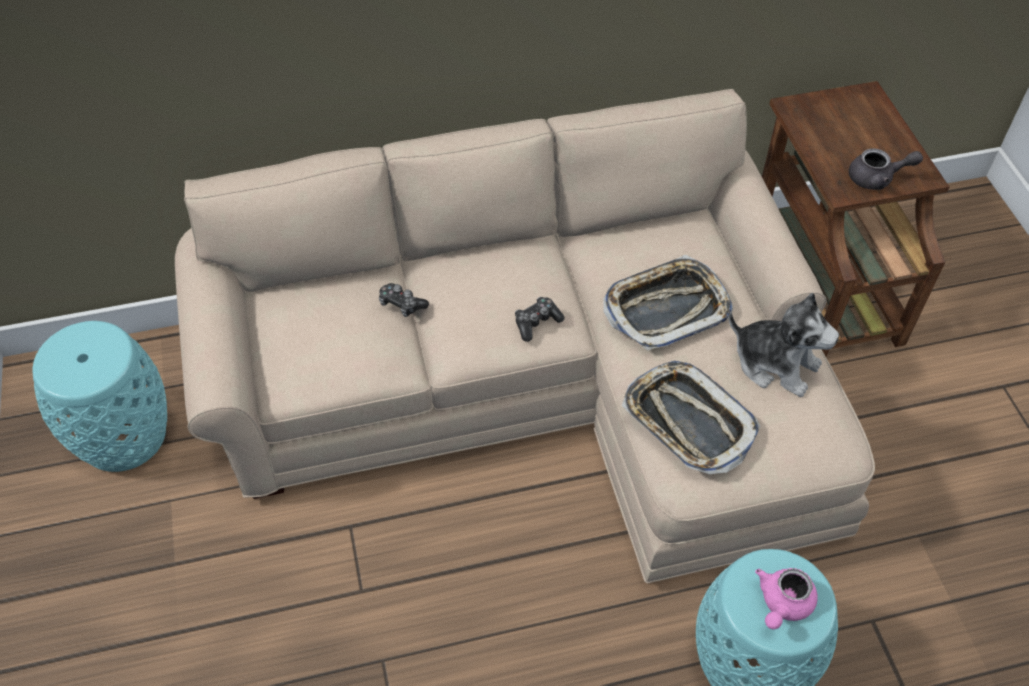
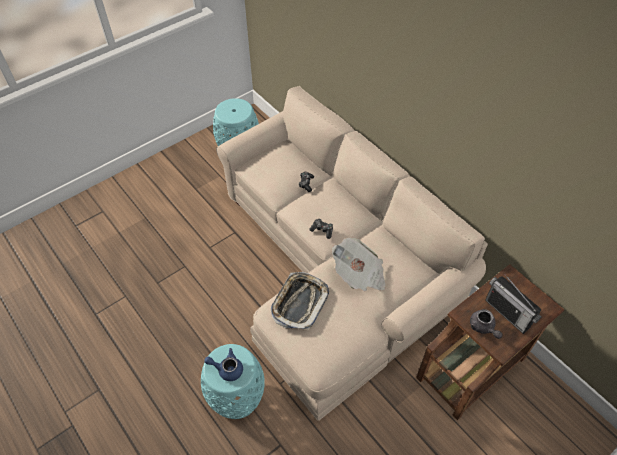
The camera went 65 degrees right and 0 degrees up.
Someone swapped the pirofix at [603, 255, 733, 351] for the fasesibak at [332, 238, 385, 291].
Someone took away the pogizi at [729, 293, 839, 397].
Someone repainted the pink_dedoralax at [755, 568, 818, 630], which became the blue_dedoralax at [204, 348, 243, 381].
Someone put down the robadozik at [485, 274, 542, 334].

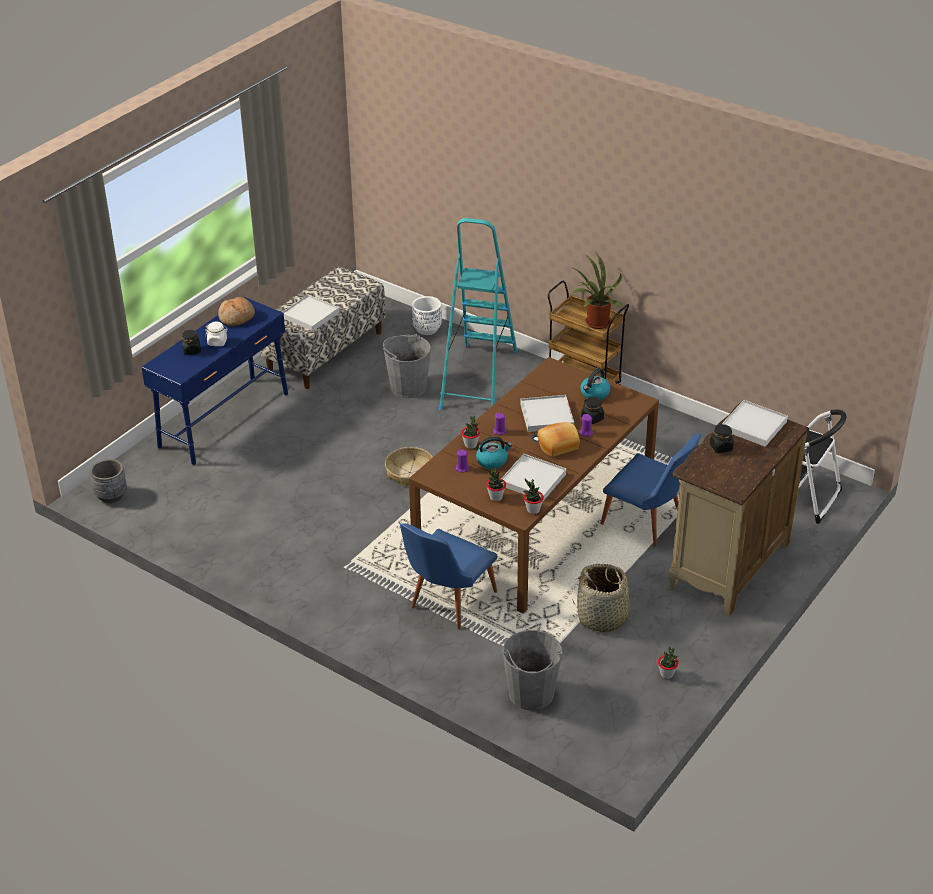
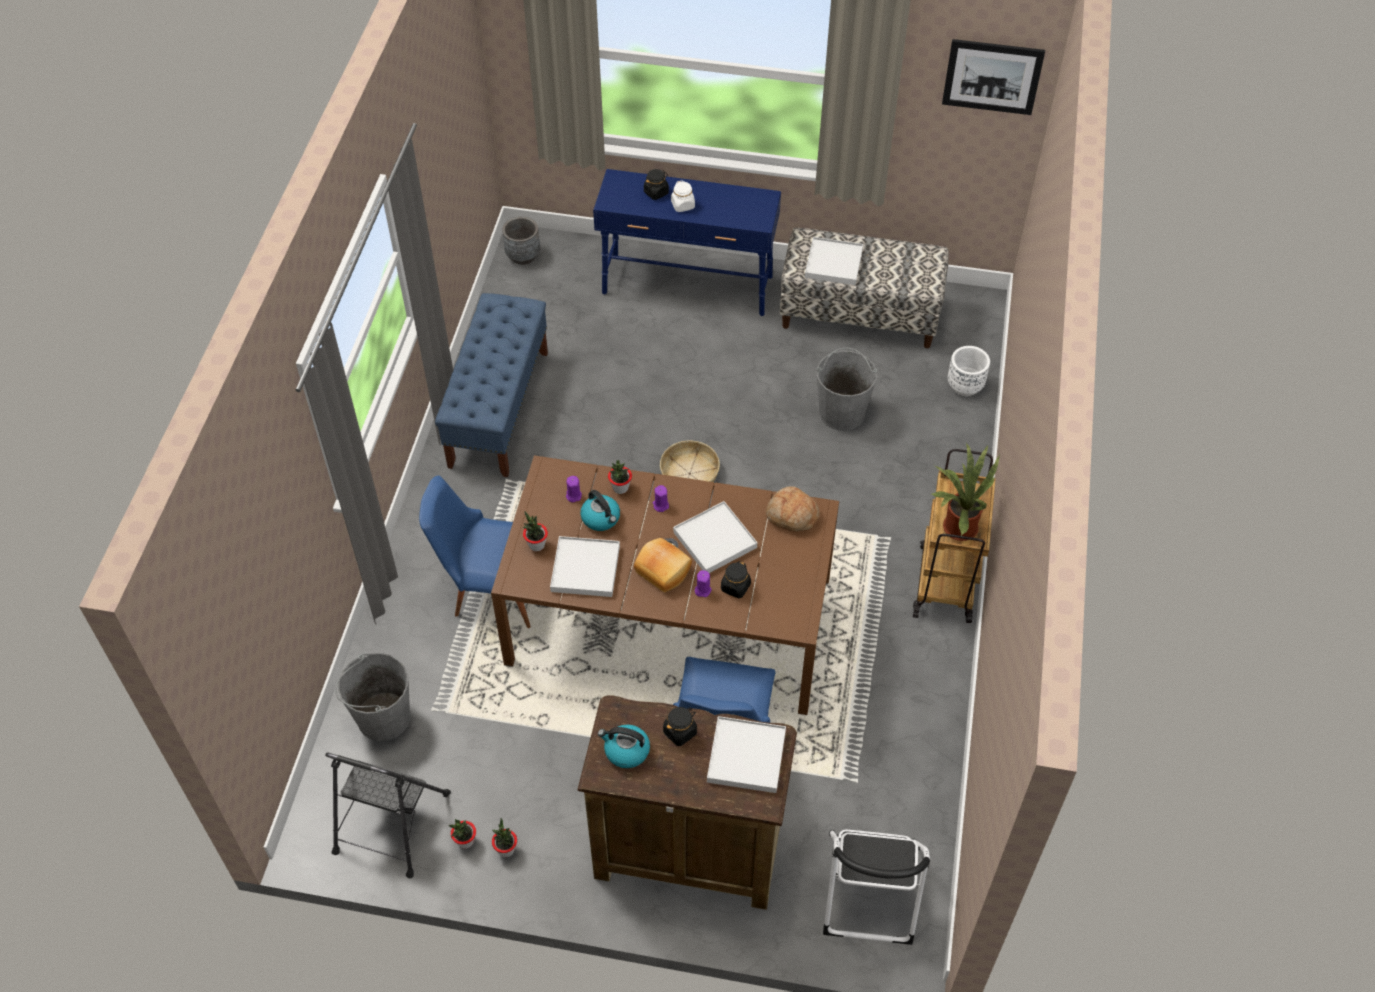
The camera went 65 degrees right and 15 degrees up.
Someone took away the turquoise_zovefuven at [439, 218, 517, 410].
Someone carried the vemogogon from [218, 297, 255, 326] to [766, 486, 819, 532].
Someone carried the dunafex from [580, 368, 610, 400] to [598, 725, 650, 768].
Someone carried the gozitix from [524, 479, 544, 514] to [492, 818, 517, 857].
Someone took away the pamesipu at [572, 564, 639, 632].
Someone put up the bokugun at [942, 39, 1045, 115].
Someone put down the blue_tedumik at [435, 293, 548, 477].
Someone put down the black_zovefuven at [325, 753, 451, 878].

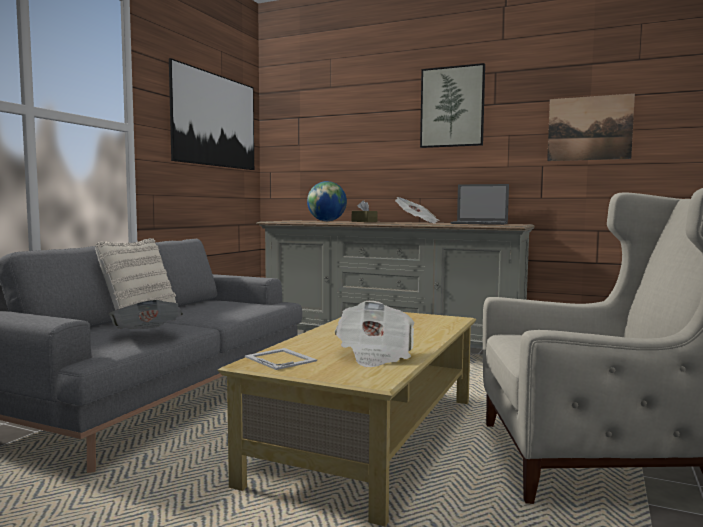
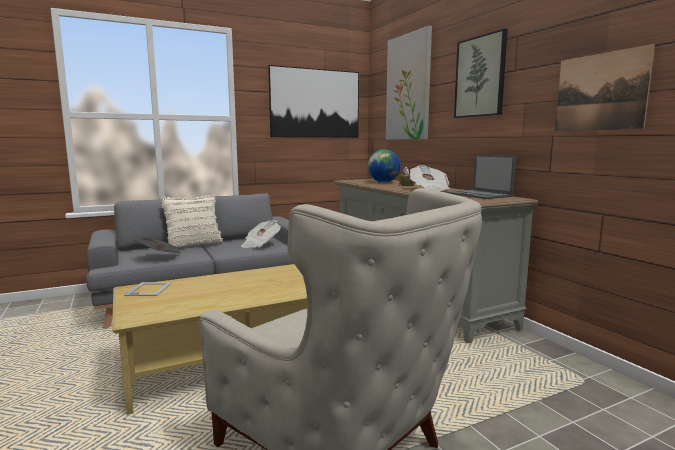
The camera went 40 degrees right and 5 degrees up.
Someone carried the fasesibak from [335, 301, 414, 367] to [241, 220, 281, 248].
Someone put up the bokugun at [386, 26, 432, 140].

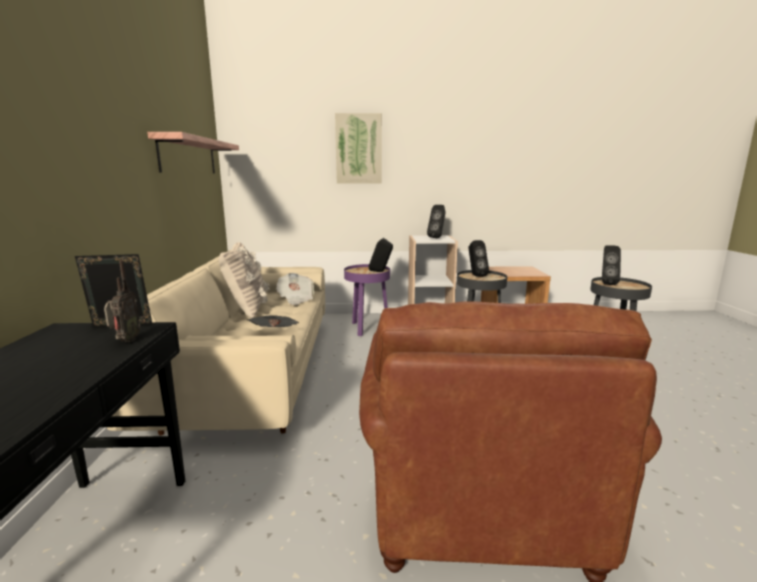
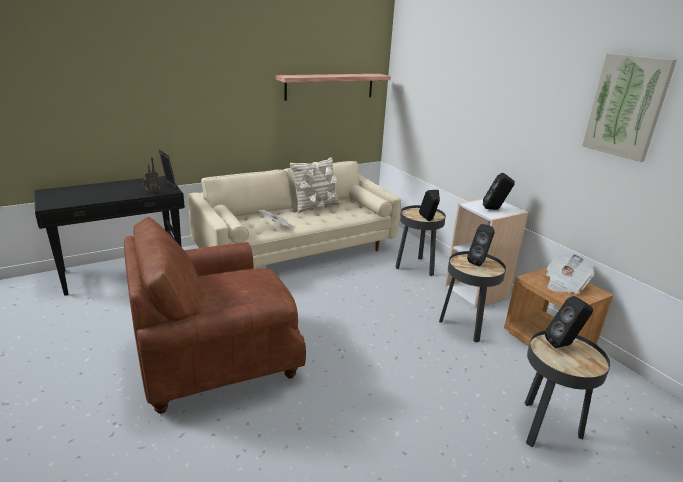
The camera went 60 degrees right and 10 degrees up.
Someone carried the bokugun from [335, 113, 382, 184] to [582, 53, 677, 162].
Someone repainted the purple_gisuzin at [344, 264, 390, 336], which became the black_gisuzin at [395, 205, 446, 276].
Someone carried the fasesibak from [276, 273, 314, 305] to [546, 254, 594, 294].

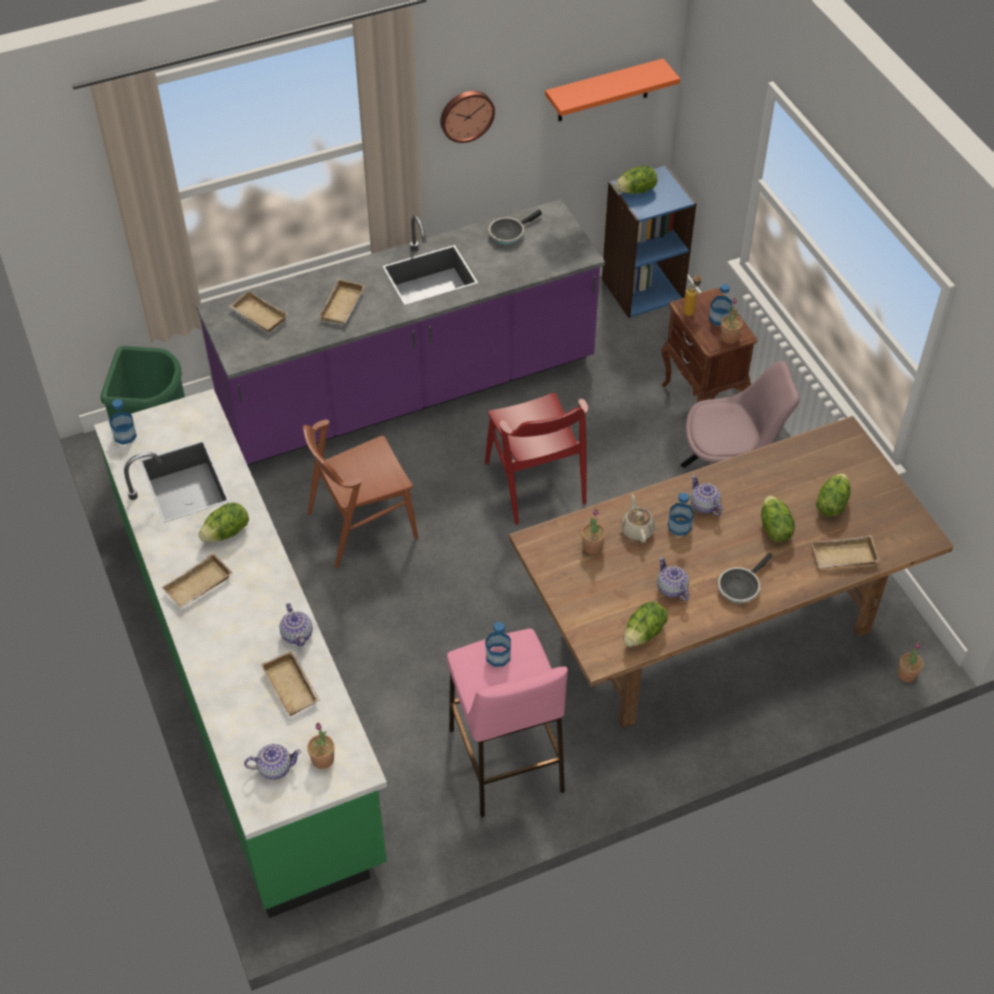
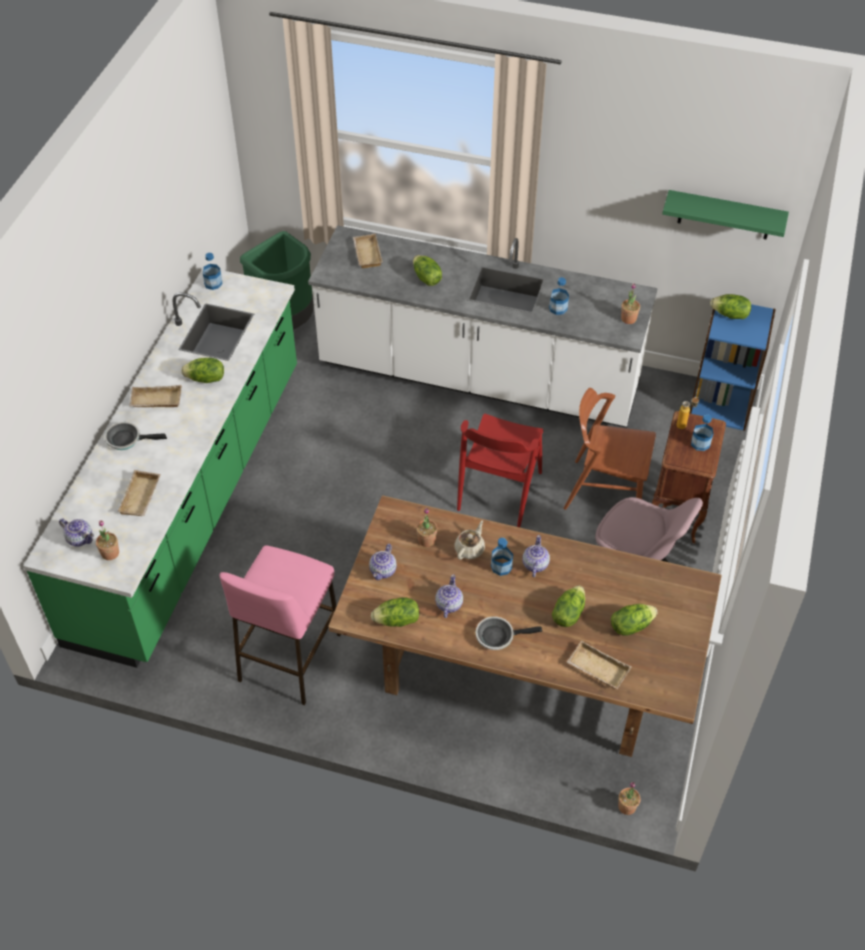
The camera went 40 degrees right and 0 degrees up.
Someone repainted the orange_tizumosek at [545, 58, 680, 121], which became the green_tizumosek at [662, 190, 789, 239].
Someone took away the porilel at [440, 91, 495, 143].
Someone repainted the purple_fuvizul at [196, 199, 605, 465], which became the white_fuvizul at [308, 225, 658, 428].
Someone carried the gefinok from [489, 210, 542, 245] to [105, 422, 167, 450].
Someone swapped the beige_pirofix at [319, 279, 365, 324] for the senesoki at [413, 255, 442, 286].
Someone carried the gozitix from [721, 298, 743, 344] to [621, 283, 640, 324].
Someone carried the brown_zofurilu from [303, 420, 418, 568] to [563, 388, 656, 510].
Someone carried the dedoralax from [279, 603, 313, 647] to [369, 544, 397, 580].
Someone carried the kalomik from [485, 622, 511, 667] to [549, 277, 569, 315].

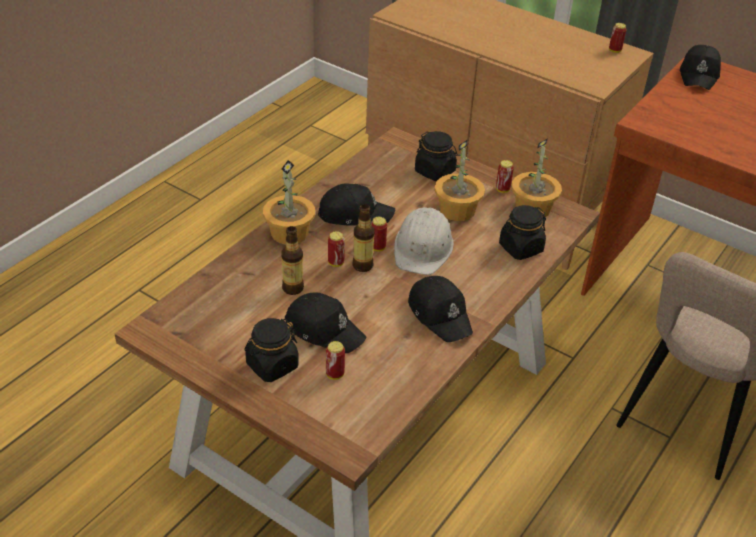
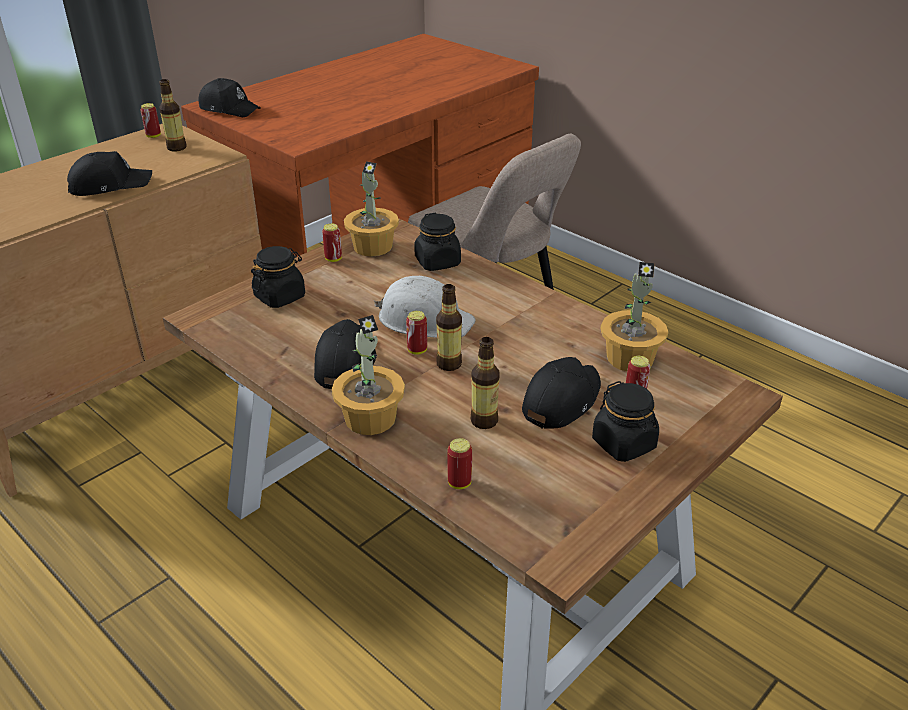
The camera went 80 degrees left and 5 degrees down.
Someone carried the gozitix from [434, 139, 485, 221] to [600, 262, 668, 371].
Someone carried the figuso from [328, 231, 345, 267] to [447, 438, 472, 489].
Someone carried the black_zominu from [408, 276, 473, 342] to [67, 151, 152, 196].
Someone put down the kalomik at [159, 79, 187, 151].

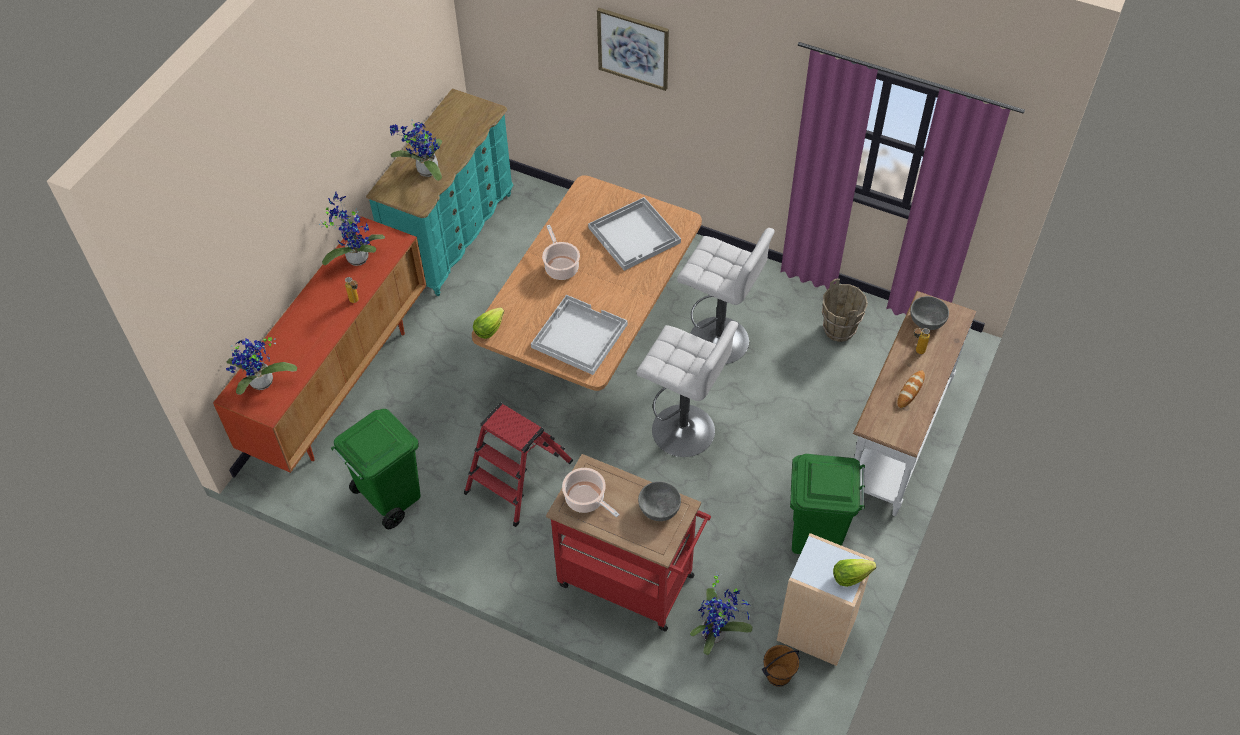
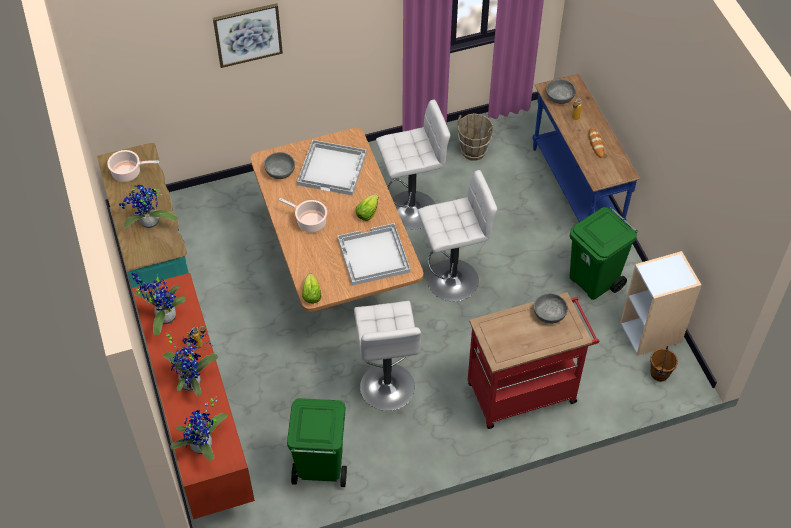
The camera went 45 degrees left and 0 degrees up.
Someone repainted the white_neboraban at [853, 291, 976, 516], which became the blue_neboraban at [533, 74, 640, 223].
Someone swapped the red_zovefuven at [464, 402, 573, 527] for the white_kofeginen at [354, 301, 421, 411].
Someone carried the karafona from [562, 468, 619, 518] to [107, 150, 159, 182].
Someone carried the senesoki from [833, 559, 876, 587] to [355, 194, 378, 221].
Someone carried the gozitix from [690, 571, 753, 655] to [164, 330, 218, 396].
Someone put down the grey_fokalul at [264, 152, 295, 179].

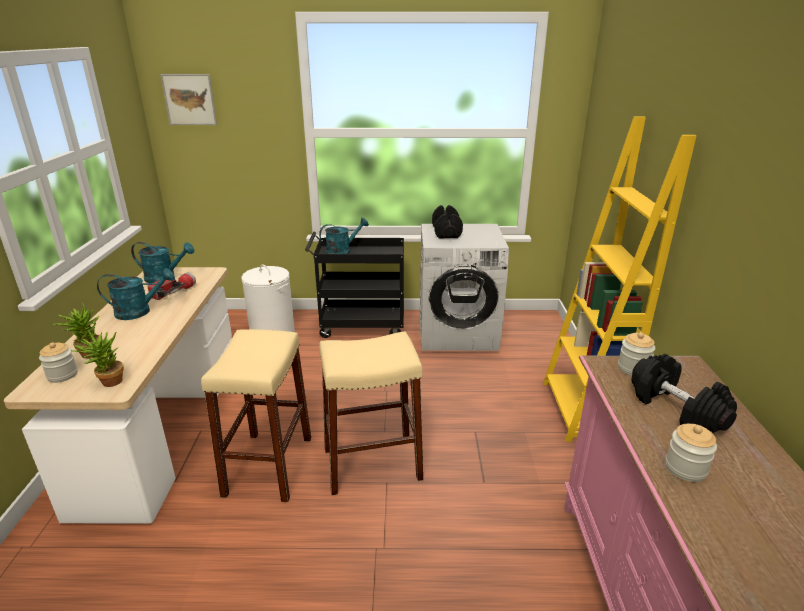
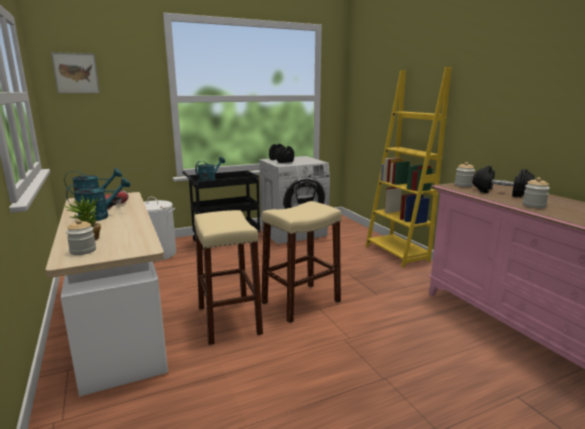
The camera went 25 degrees left and 10 degrees down.
Someone took away the gozitix at [71, 330, 124, 387].

